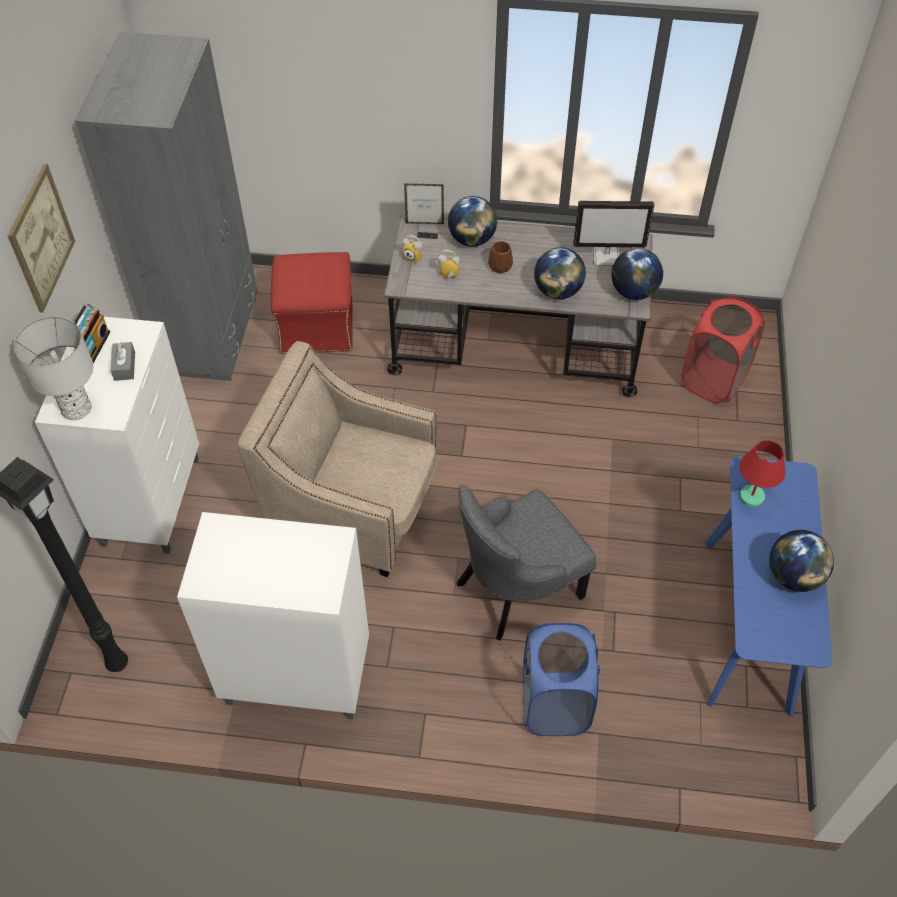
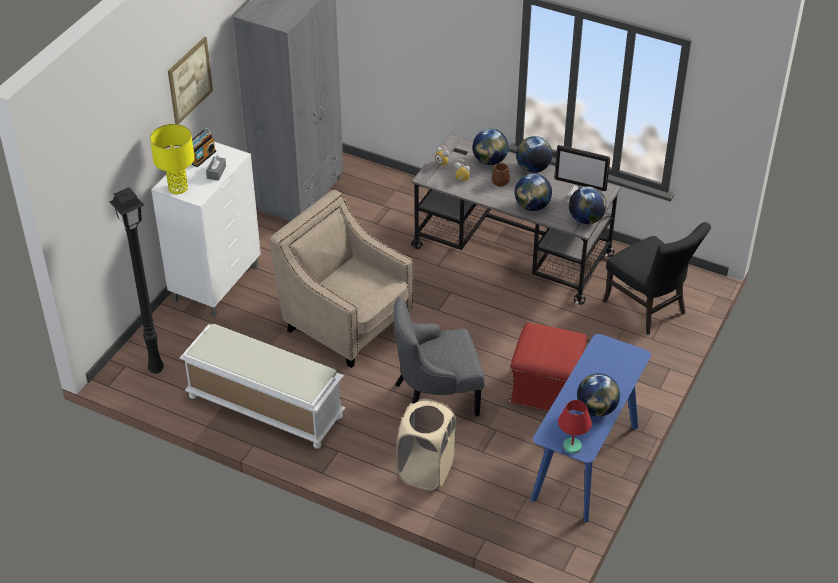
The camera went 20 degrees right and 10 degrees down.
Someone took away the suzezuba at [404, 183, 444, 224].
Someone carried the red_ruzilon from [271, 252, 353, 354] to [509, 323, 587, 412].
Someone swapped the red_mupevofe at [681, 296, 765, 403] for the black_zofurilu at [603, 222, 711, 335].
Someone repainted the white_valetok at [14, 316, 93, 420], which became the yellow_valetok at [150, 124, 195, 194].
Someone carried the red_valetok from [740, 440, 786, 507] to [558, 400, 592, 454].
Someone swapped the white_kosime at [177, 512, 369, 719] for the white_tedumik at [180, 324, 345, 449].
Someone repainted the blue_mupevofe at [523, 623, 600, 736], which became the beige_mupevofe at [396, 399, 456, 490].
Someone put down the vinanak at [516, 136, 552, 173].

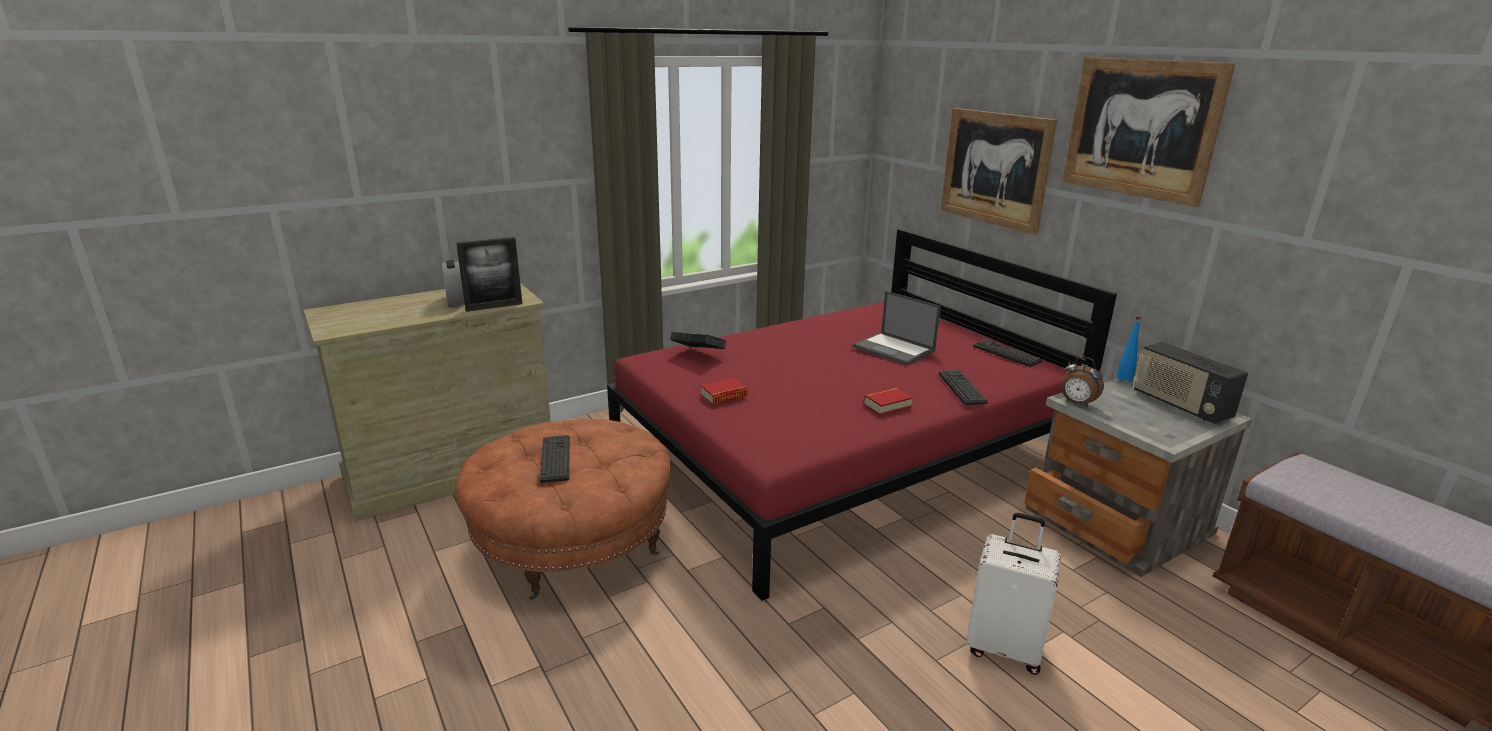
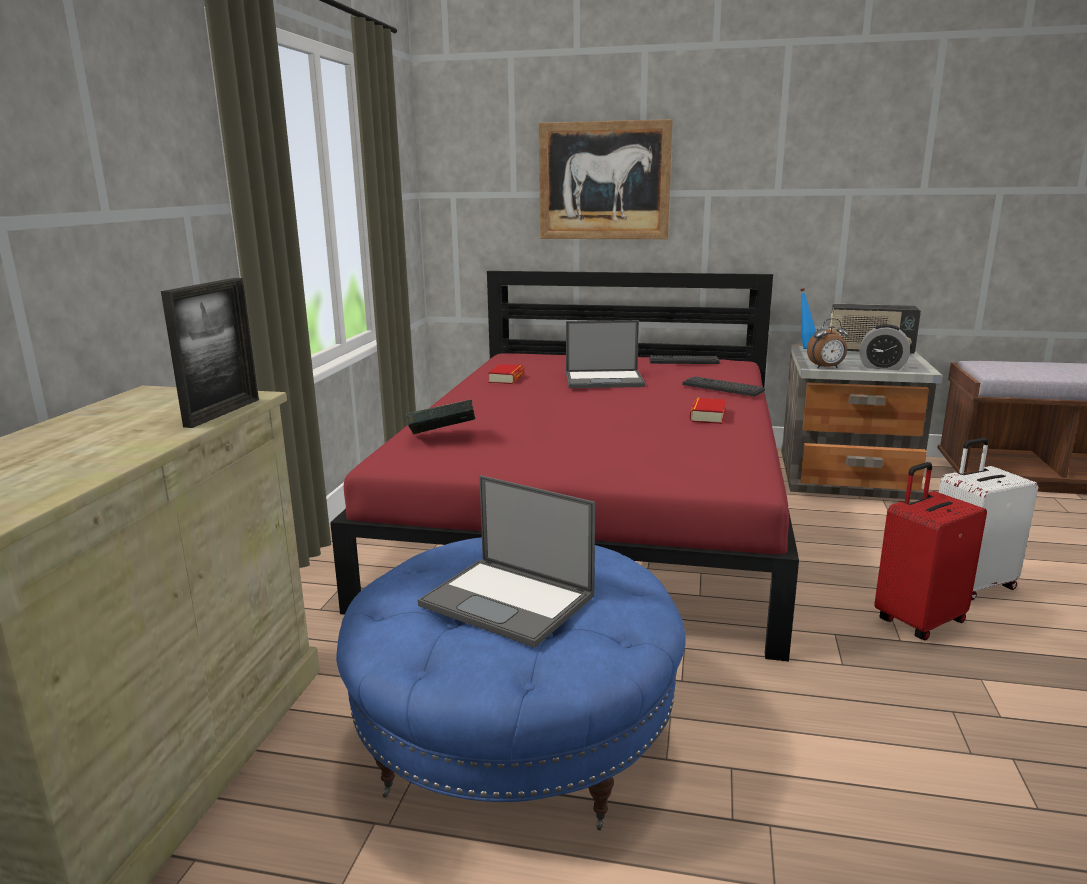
The camera went 45 degrees left and 5 degrees down.
Someone took away the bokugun at [1062, 57, 1235, 207].
Someone carried the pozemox from [442, 260, 465, 306] to [859, 324, 910, 370].
Someone carried the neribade from [700, 378, 748, 405] to [488, 364, 524, 384].
Someone repainted the brown_ruzilon at [455, 419, 671, 600], which became the blue_ruzilon at [336, 537, 686, 830].
Someone swapped the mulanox at [540, 435, 570, 483] for the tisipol at [418, 475, 595, 648].
Someone put down the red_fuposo at [874, 462, 987, 641].

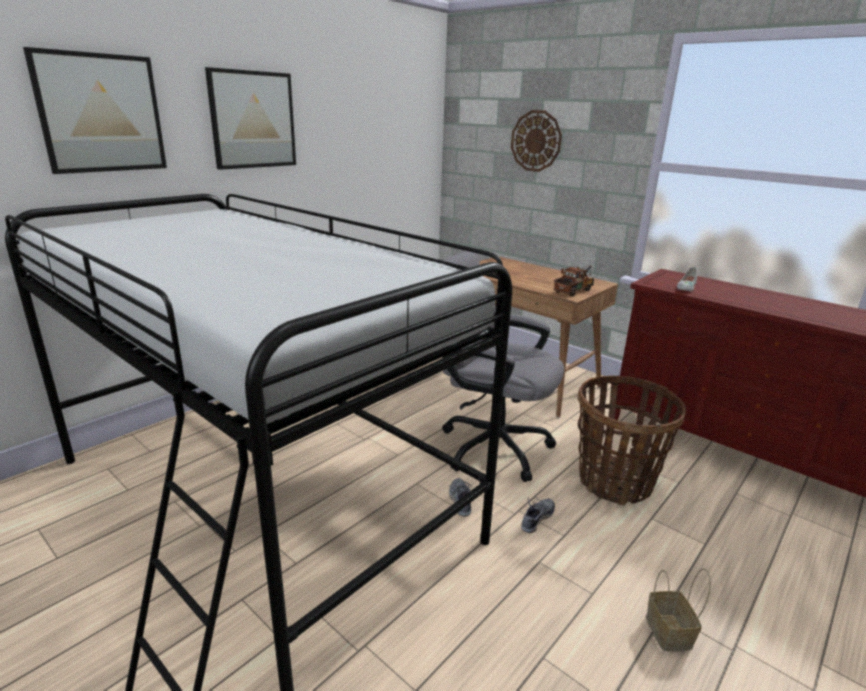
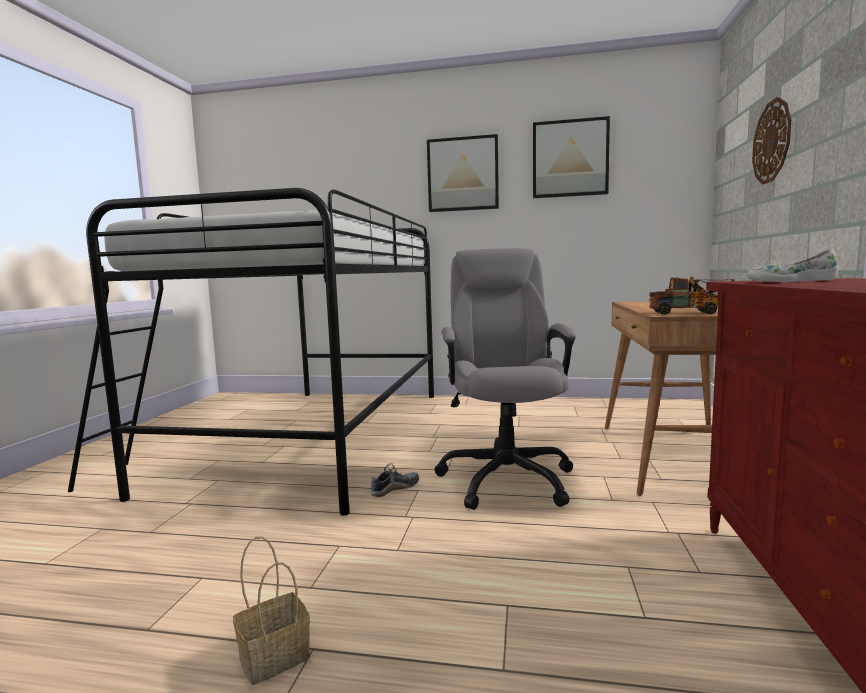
The camera went 60 degrees right and 15 degrees down.
Someone carried the bokugun from [23, 47, 167, 174] to [533, 116, 610, 198].
Someone took away the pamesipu at [578, 376, 686, 506].
Someone took away the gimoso at [521, 497, 555, 533].

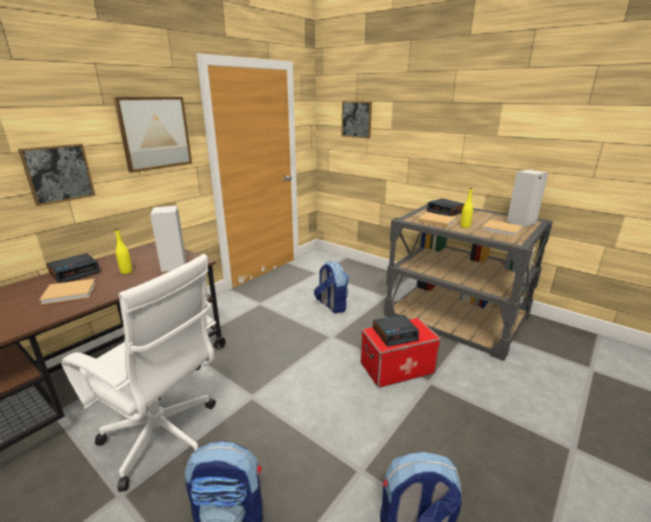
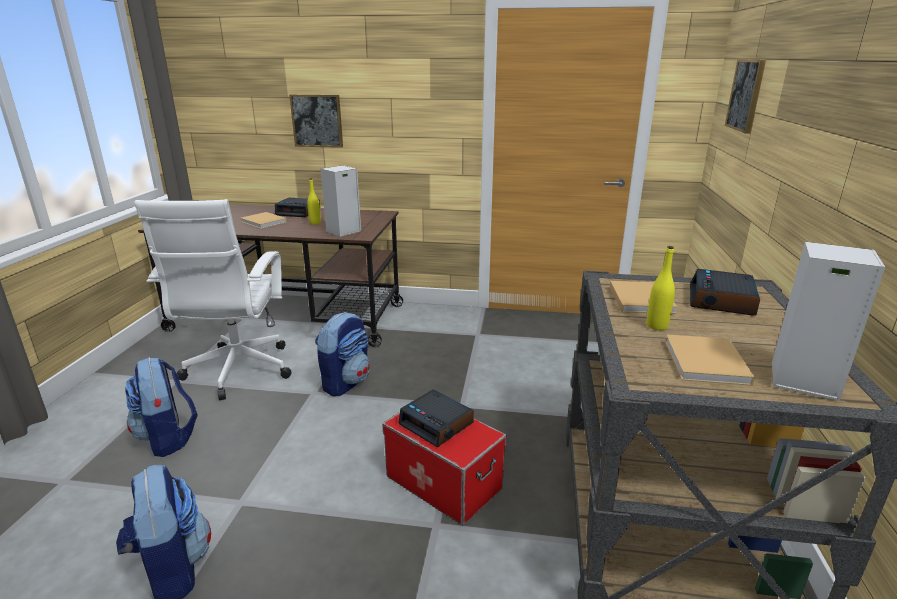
The camera went 60 degrees right and 0 degrees up.
Someone took away the bokugun at [113, 97, 192, 173].
Someone carried the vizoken from [314, 261, 349, 313] to [315, 312, 370, 396].

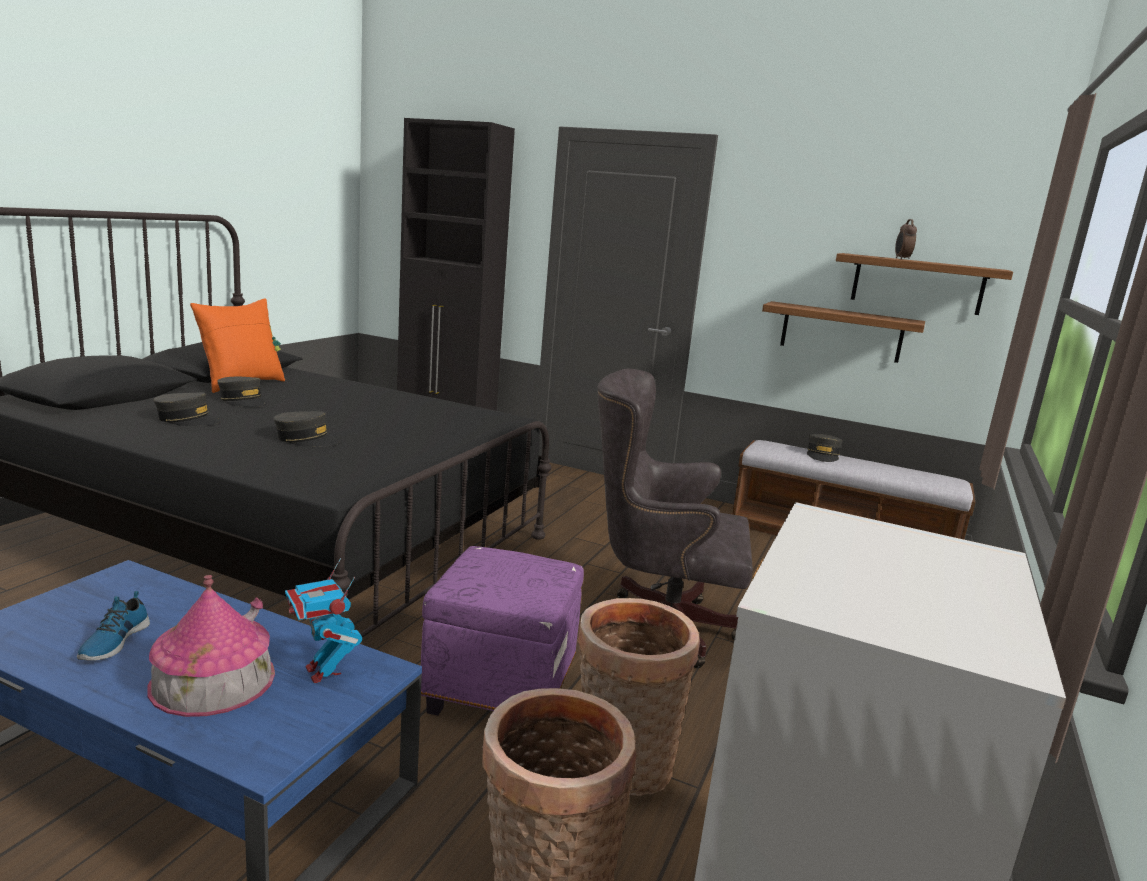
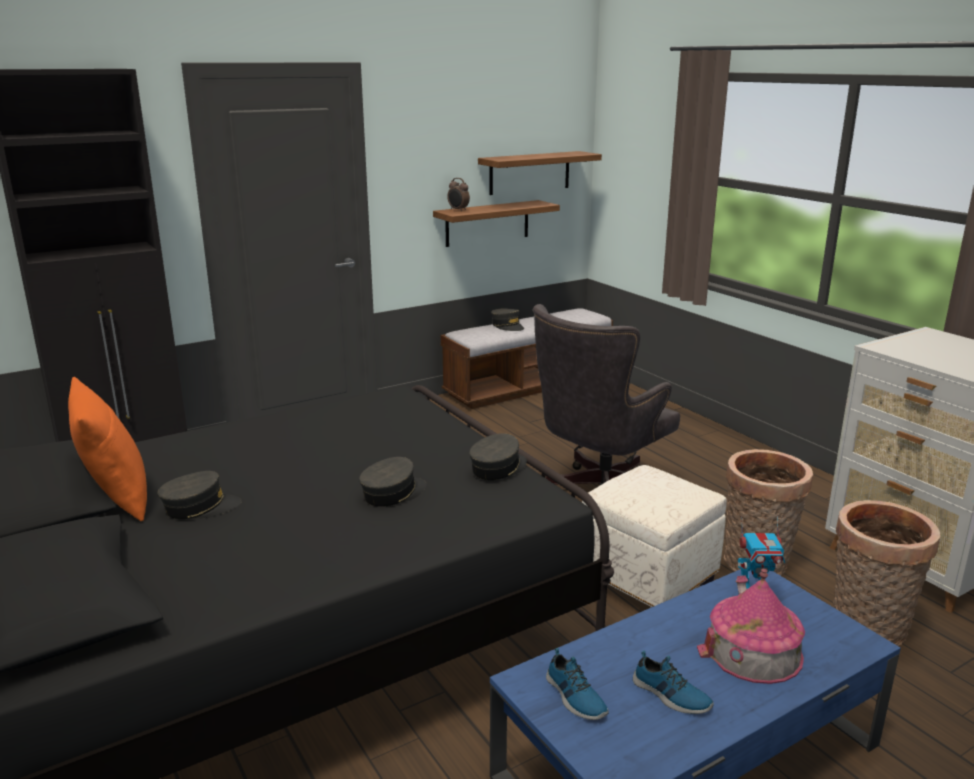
The camera went 55 degrees left and 5 degrees up.
Someone carried the pozemox from [895, 219, 917, 259] to [447, 178, 470, 211].
Someone carried the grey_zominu from [153, 393, 221, 426] to [469, 433, 527, 480].
Someone repainted the purple_ruzilon at [421, 546, 584, 716], which became the white_ruzilon at [582, 465, 727, 607].
Someone put down the gimoso at [546, 648, 609, 720].

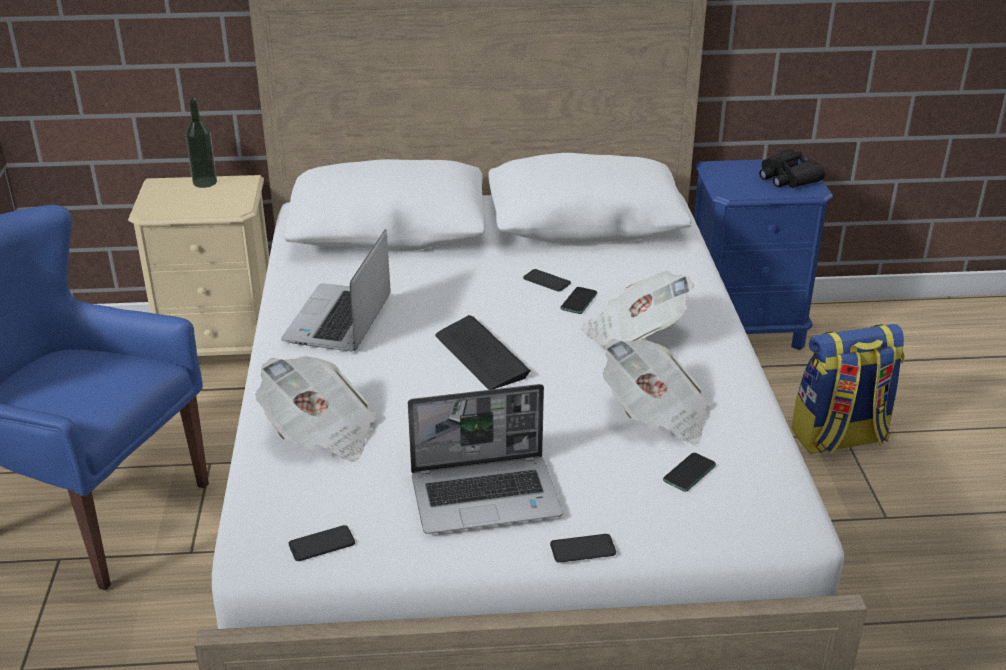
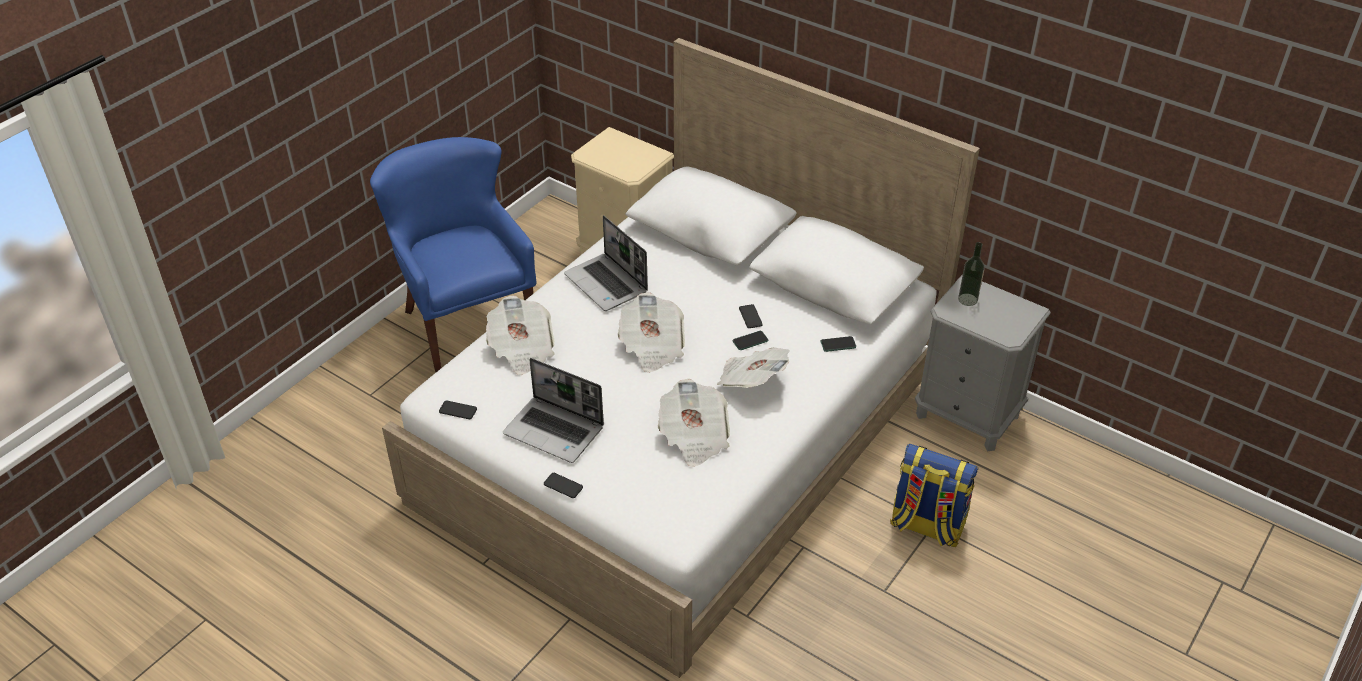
The camera went 40 degrees right and 10 degrees up.
Someone carried the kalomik from [186, 99, 217, 188] to [958, 242, 985, 306].
Someone took away the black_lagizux at [759, 149, 825, 188].
Someone repainted the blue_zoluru at [694, 158, 833, 350], which became the grey_zoluru at [915, 275, 1051, 451].
Someone rotated the tisipol at [281, 229, 391, 351] by 90 degrees counterclockwise.
Someone swapped the mulanox at [435, 315, 531, 390] for the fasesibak at [618, 293, 685, 373].
Someone carried the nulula from [663, 453, 716, 492] to [821, 336, 856, 352].

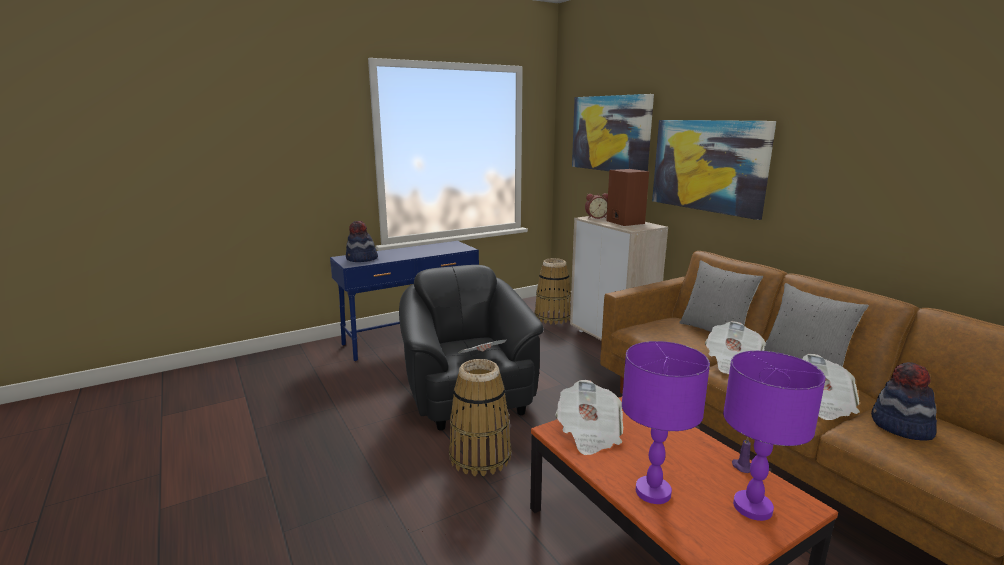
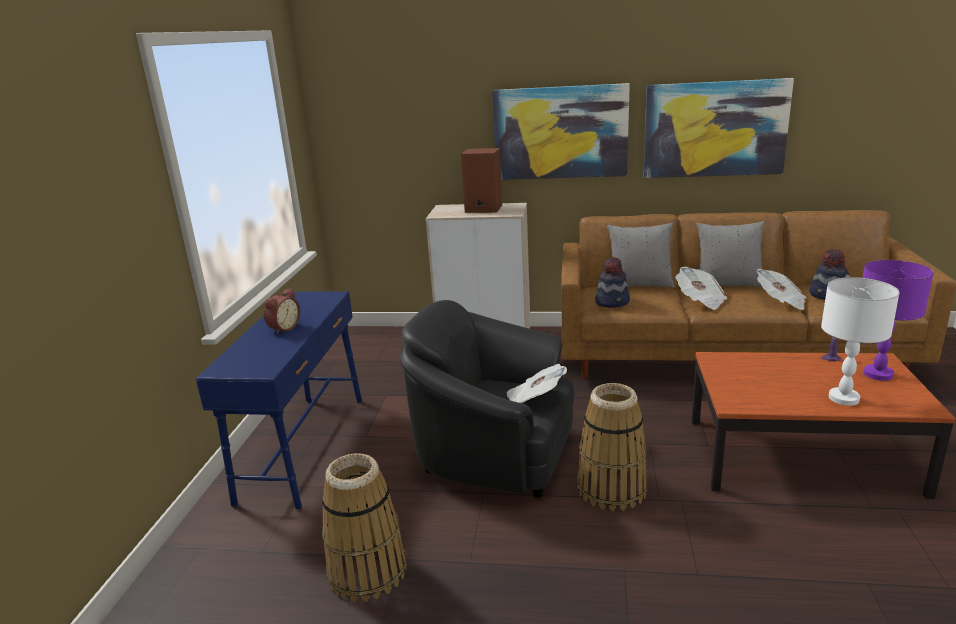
The camera went 50 degrees left and 5 degrees up.
Someone carried the bokugun from [572, 94, 654, 171] to [643, 78, 794, 178].
Someone carried the pozemox from [585, 193, 608, 219] to [264, 288, 301, 334].
Someone carried the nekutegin from [346, 221, 378, 262] to [595, 257, 630, 308].
Someone carried the pamesipu from [535, 258, 571, 325] to [322, 453, 406, 602].
Someone repainted the purple_valetok at [622, 341, 710, 504], which became the white_valetok at [821, 277, 900, 406].
Someone took away the fasesibak at [556, 380, 623, 455].

